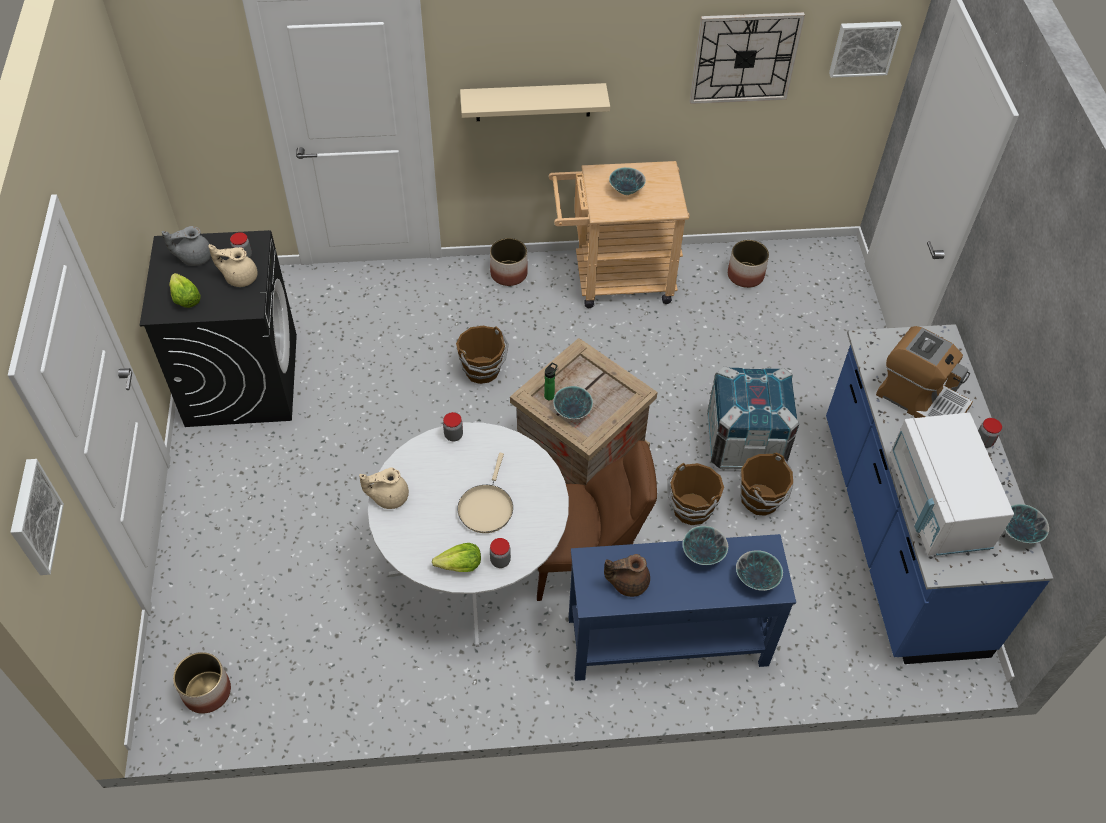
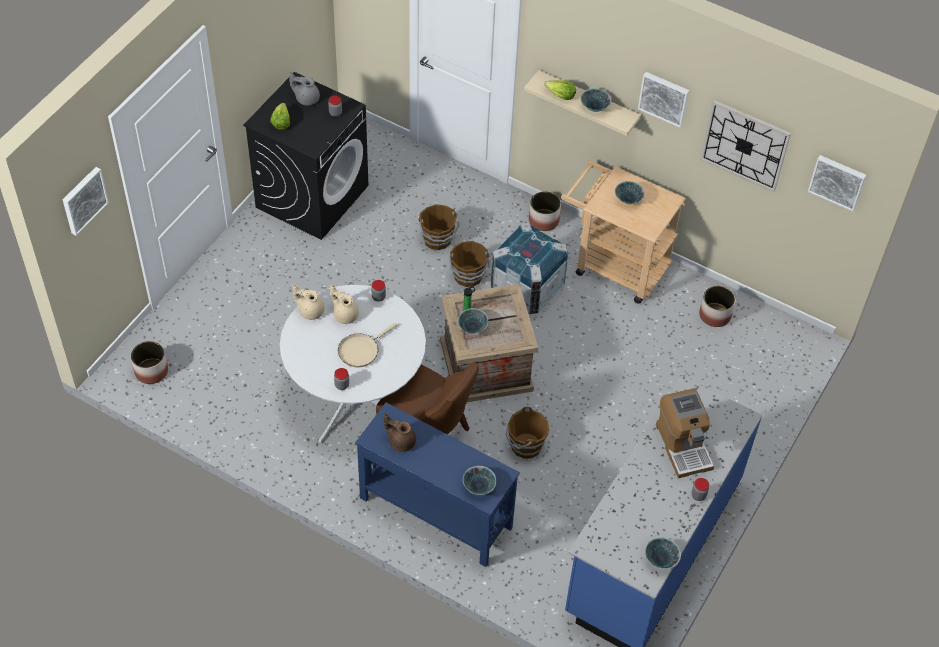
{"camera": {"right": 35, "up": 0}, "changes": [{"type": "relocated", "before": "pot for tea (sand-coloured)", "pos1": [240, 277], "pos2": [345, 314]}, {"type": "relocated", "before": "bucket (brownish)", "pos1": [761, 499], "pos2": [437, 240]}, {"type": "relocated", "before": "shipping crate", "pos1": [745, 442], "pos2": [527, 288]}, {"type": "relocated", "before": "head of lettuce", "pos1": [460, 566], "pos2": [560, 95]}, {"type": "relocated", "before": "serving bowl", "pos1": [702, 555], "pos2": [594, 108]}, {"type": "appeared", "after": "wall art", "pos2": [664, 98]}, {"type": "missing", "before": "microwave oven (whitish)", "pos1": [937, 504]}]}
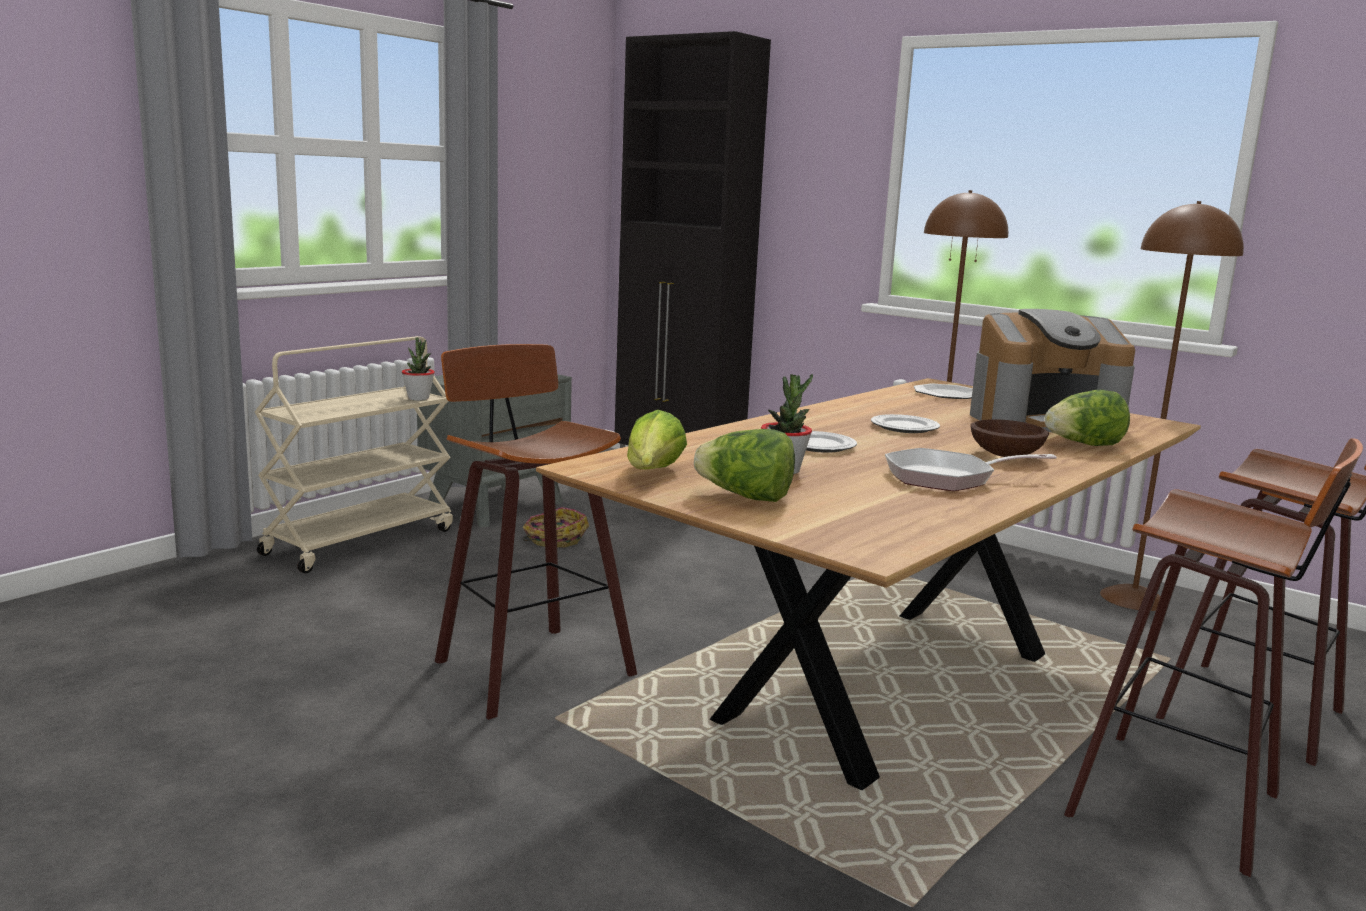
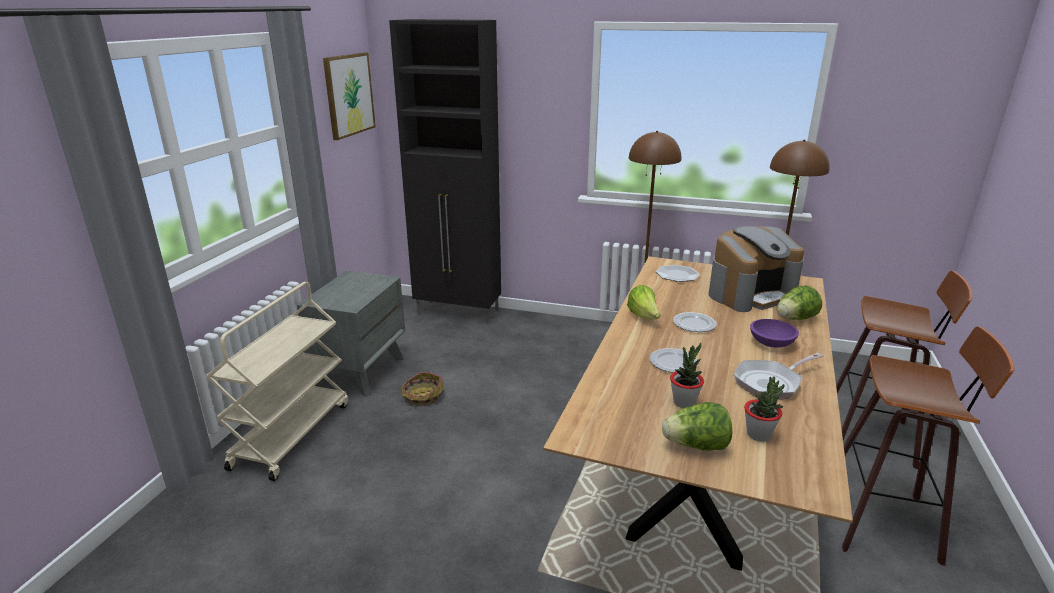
{"camera": {"right": -20, "up": 10}, "changes": [{"type": "appeared", "after": "wall art", "pos2": [349, 95]}, {"type": "relocated", "before": "head of lettuce", "pos1": [653, 473], "pos2": [644, 317]}, {"type": "relocated", "before": "potted plant", "pos1": [418, 398], "pos2": [758, 435]}, {"type": "colour", "before": "serving bowl (brownish)", "after": "serving bowl (purplish)", "pos1": [1006, 454], "pos2": [771, 343]}, {"type": "missing", "before": "stool seat", "pos1": [527, 667]}]}
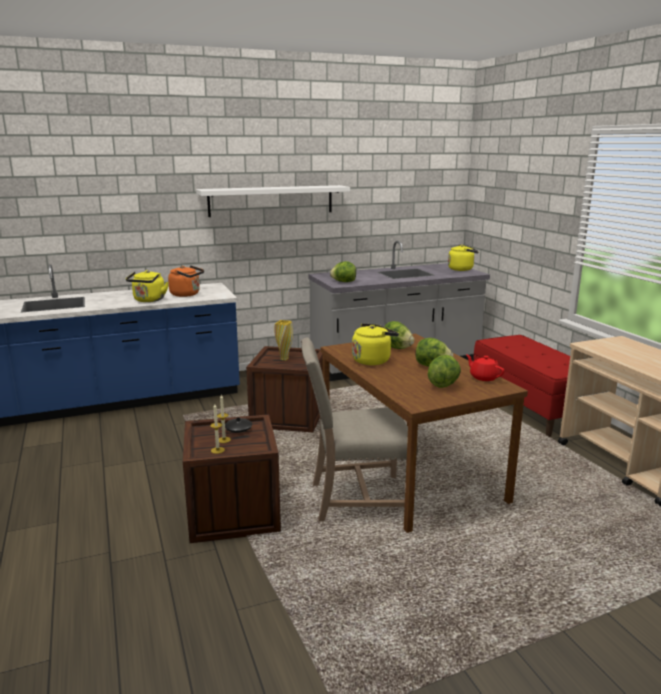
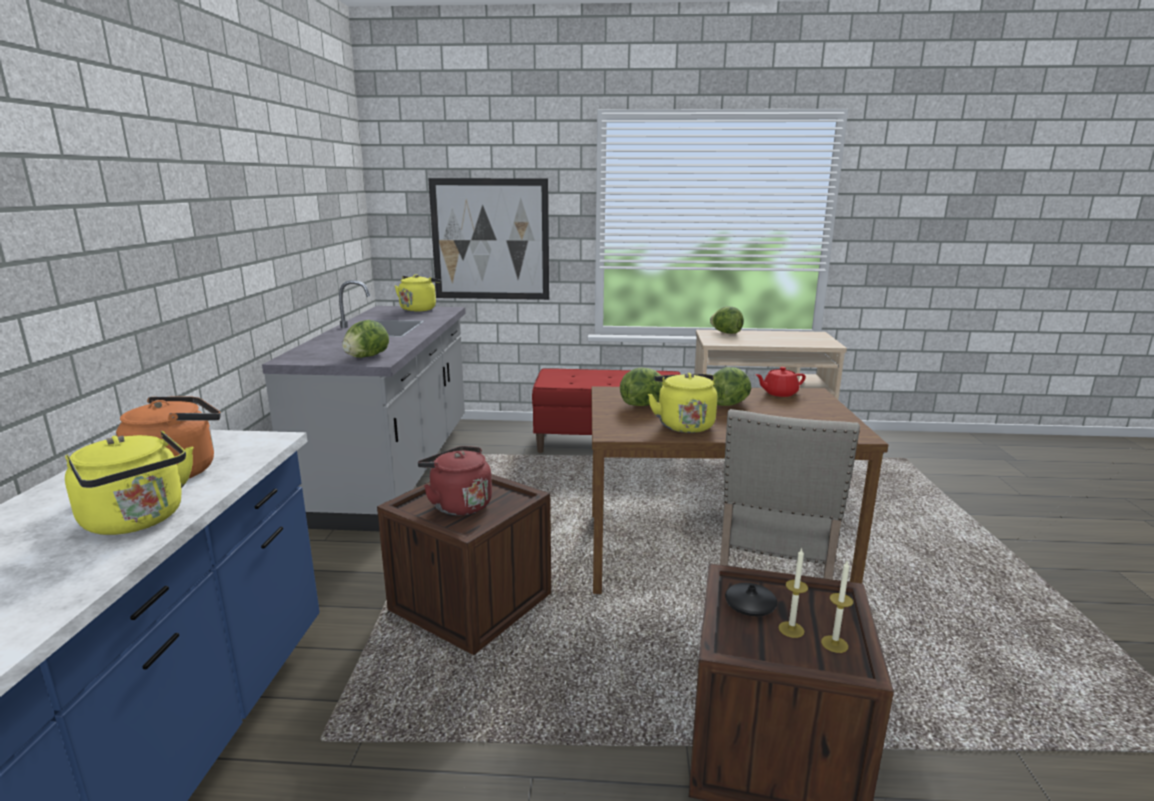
{"camera": {"right": -65, "up": 0}, "changes": [{"type": "exchanged", "before": "vase (yellow-coloured)", "after": "water kettle (red-coloured)", "pos1": [284, 359], "pos2": [458, 504]}, {"type": "appeared", "after": "wall art", "pos2": [490, 240]}, {"type": "relocated", "before": "head of lettuce", "pos1": [443, 385], "pos2": [726, 333]}, {"type": "missing", "before": "wall shelf (whitish)", "pos1": [271, 200]}]}
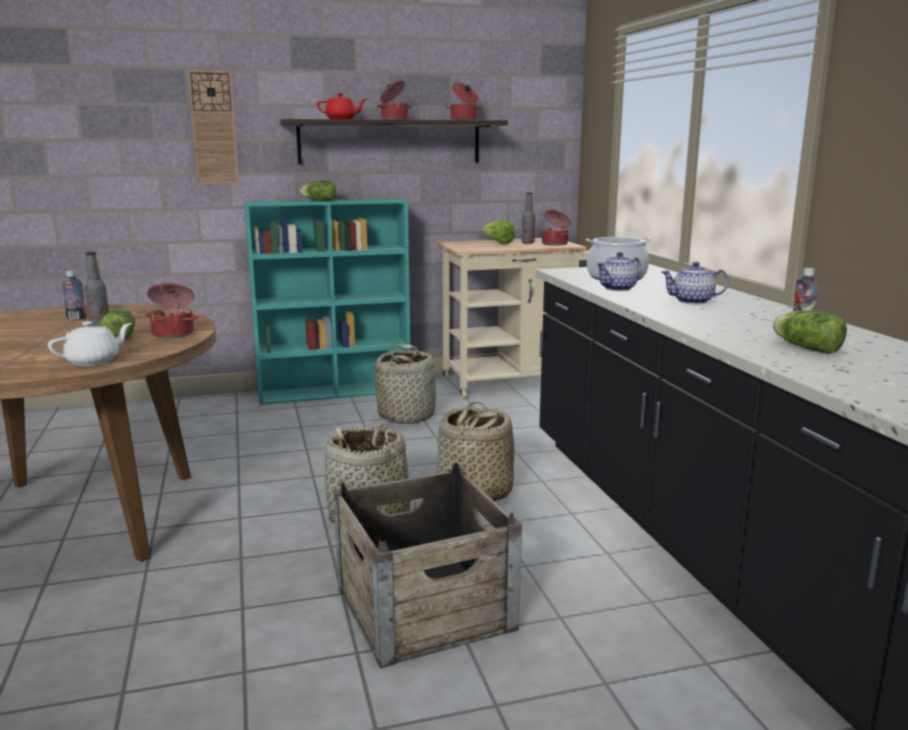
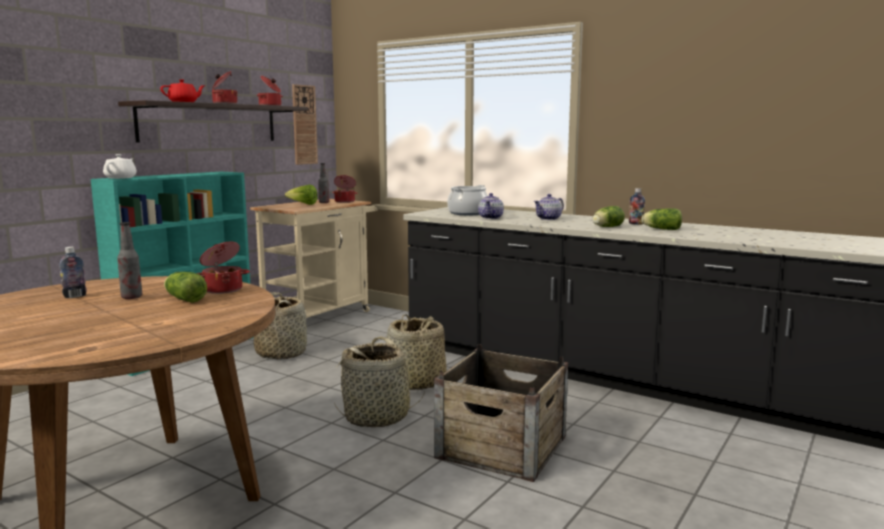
{"camera": {"right": -40, "up": -5}, "changes": [{"type": "relocated", "before": "pot for tea (whitish)", "pos1": [94, 361], "pos2": [121, 178]}, {"type": "relocated", "before": "wall clock", "pos1": [214, 128], "pos2": [304, 125]}, {"type": "relocated", "before": "head of lettuce", "pos1": [318, 200], "pos2": [606, 227]}]}
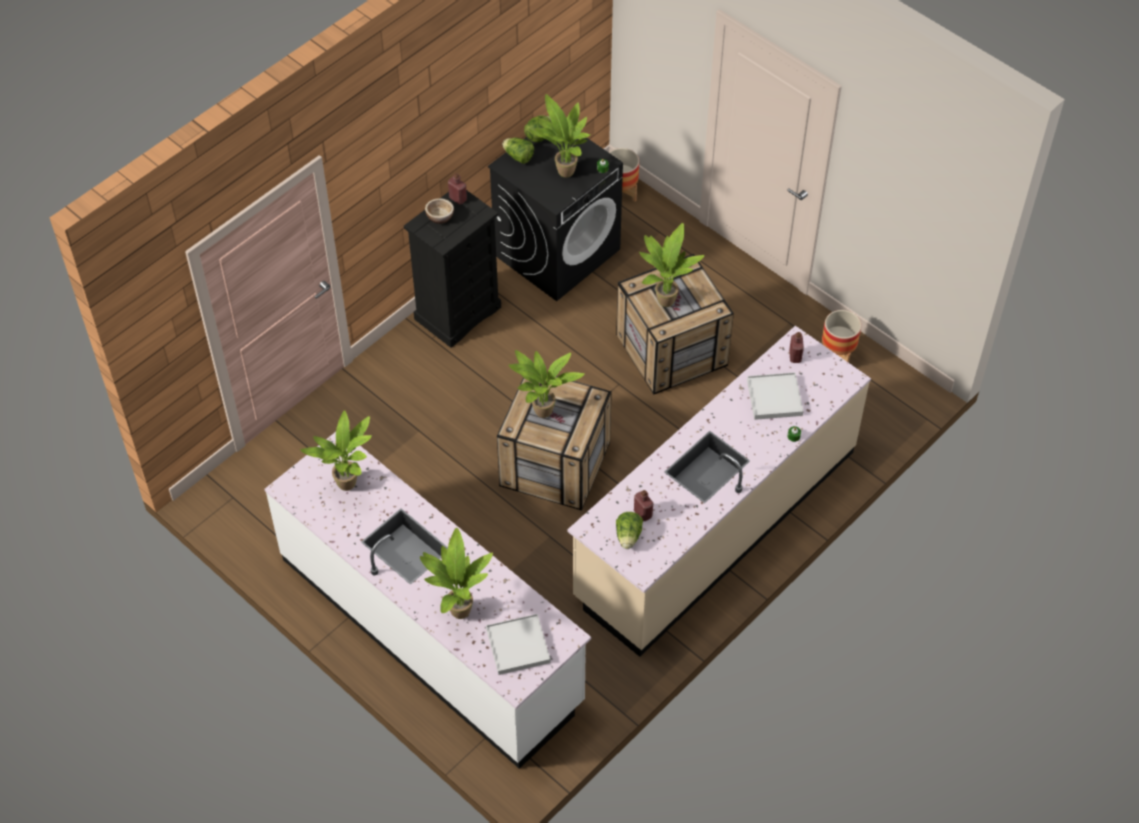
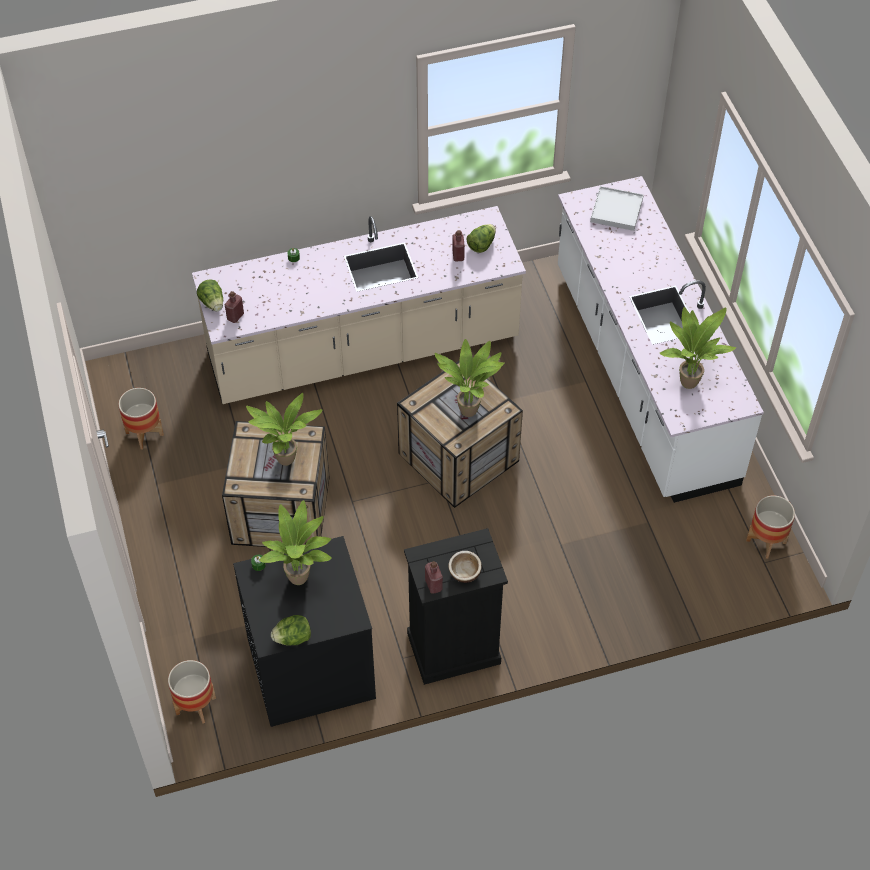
{"camera": {"right": -150, "up": 0}, "changes": [{"type": "relocated", "before": "head of lettuce", "pos1": [518, 157], "pos2": [213, 303]}, {"type": "appeared", "after": "plant pot", "pos2": [766, 542]}, {"type": "missing", "before": "potted plant", "pos1": [457, 611]}, {"type": "missing", "before": "serving tray (whitish)", "pos1": [774, 398]}]}
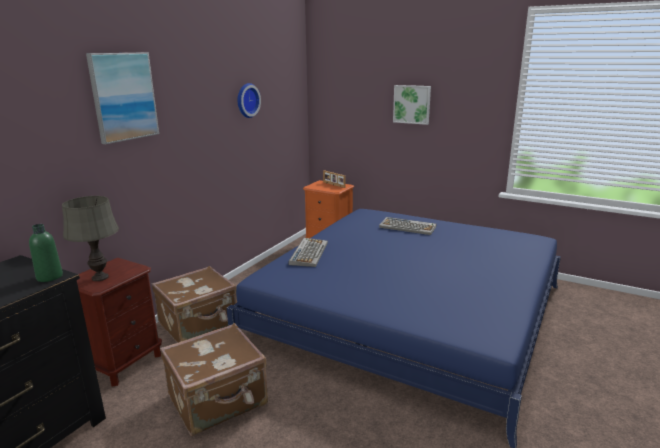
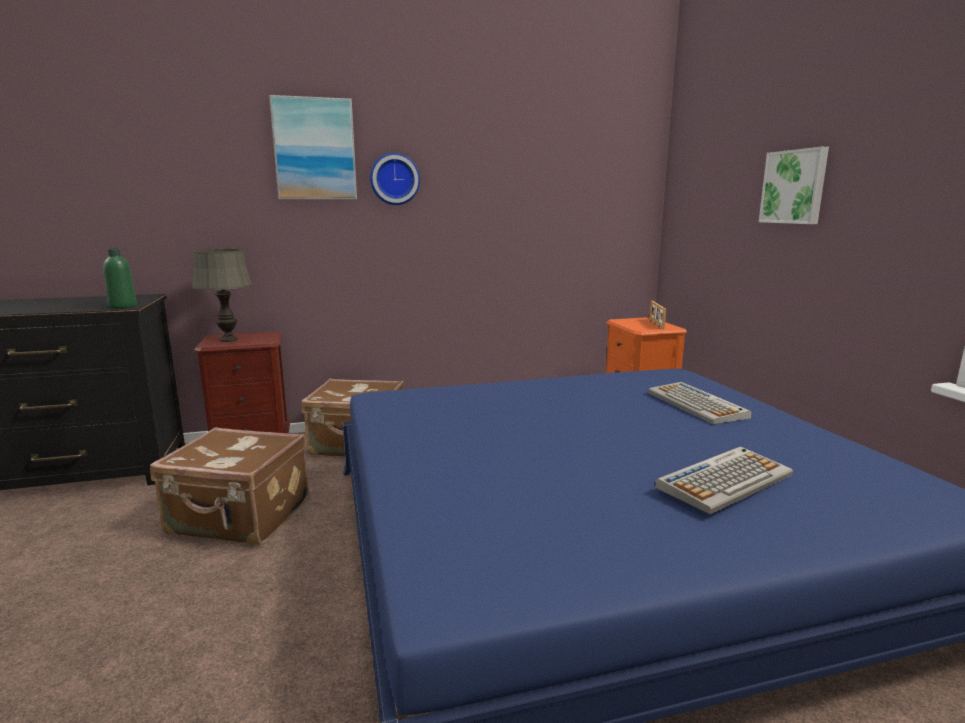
{"camera": {"right": 45, "up": -5}, "changes": [{"type": "relocated", "before": "wall clock", "pos1": [246, 100], "pos2": [394, 179]}, {"type": "relocated", "before": "keyboard", "pos1": [308, 253], "pos2": [725, 480]}]}
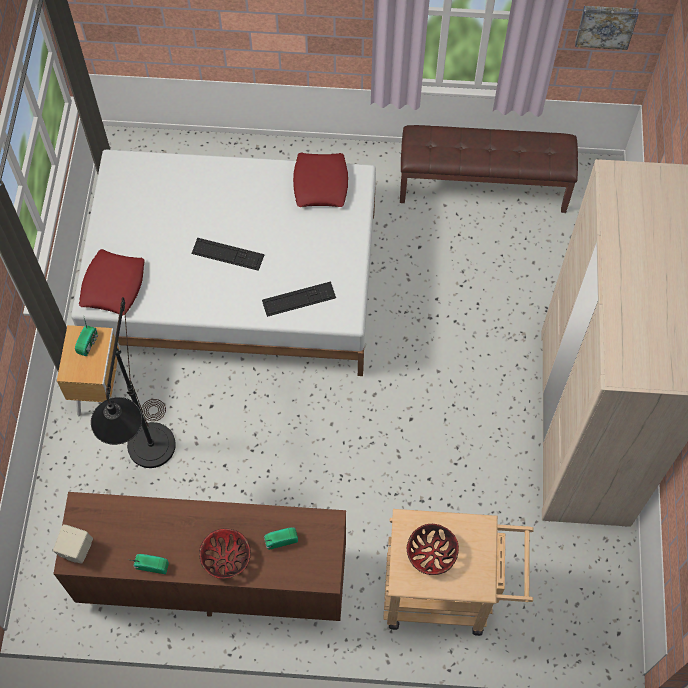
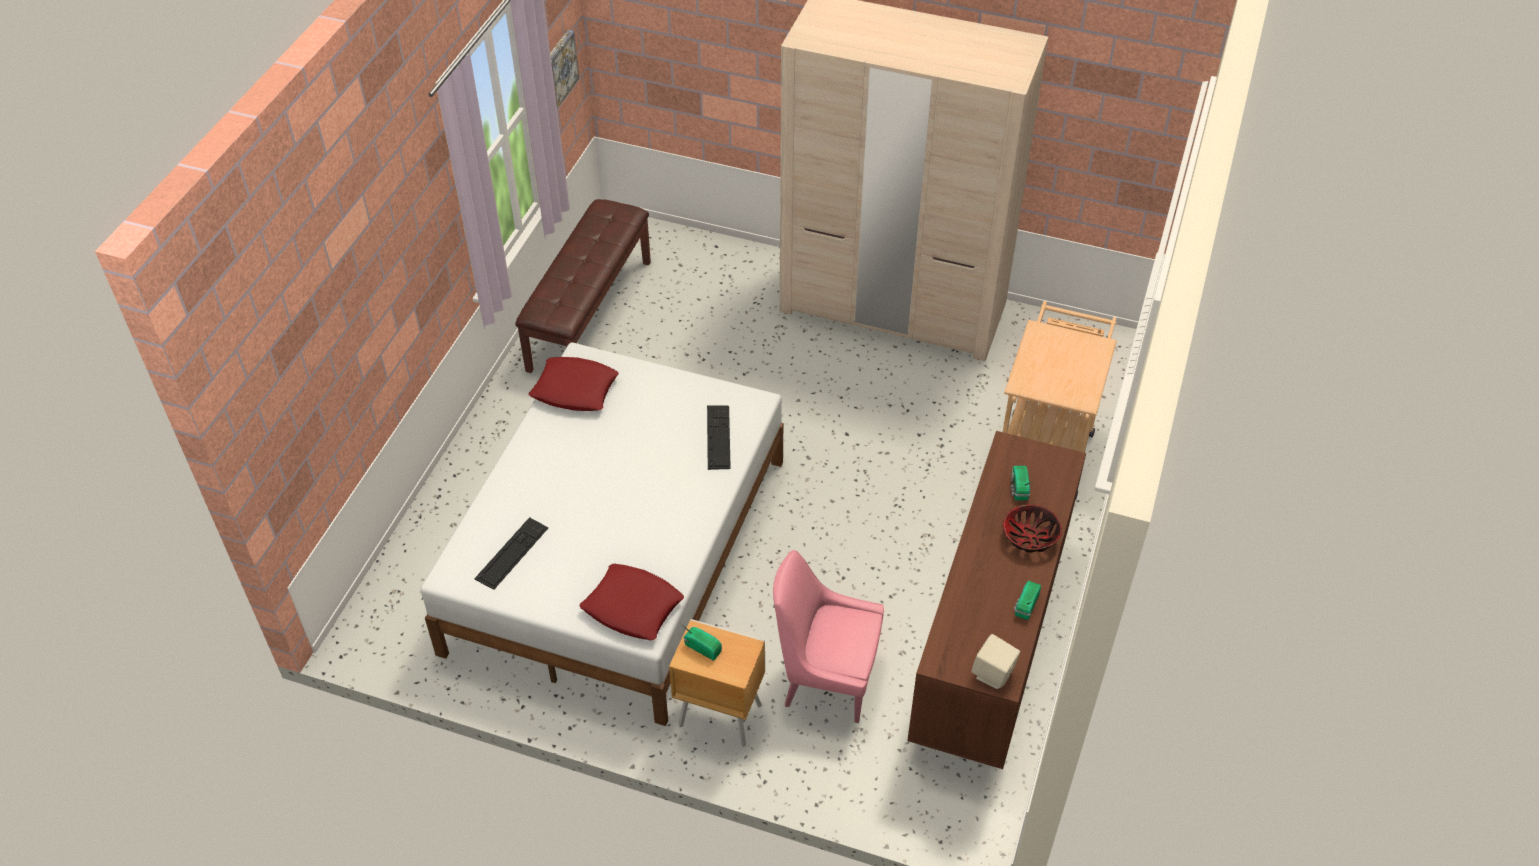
{"camera": {"right": -75, "up": -15}, "changes": [{"type": "relocated", "before": "keyboard", "pos1": [227, 254], "pos2": [512, 553]}, {"type": "exchanged", "before": "standard lamp (black)", "after": "chair (pink-coloured)", "pos1": [150, 459], "pos2": [826, 678]}, {"type": "missing", "before": "serving bowl", "pos1": [431, 554]}]}
